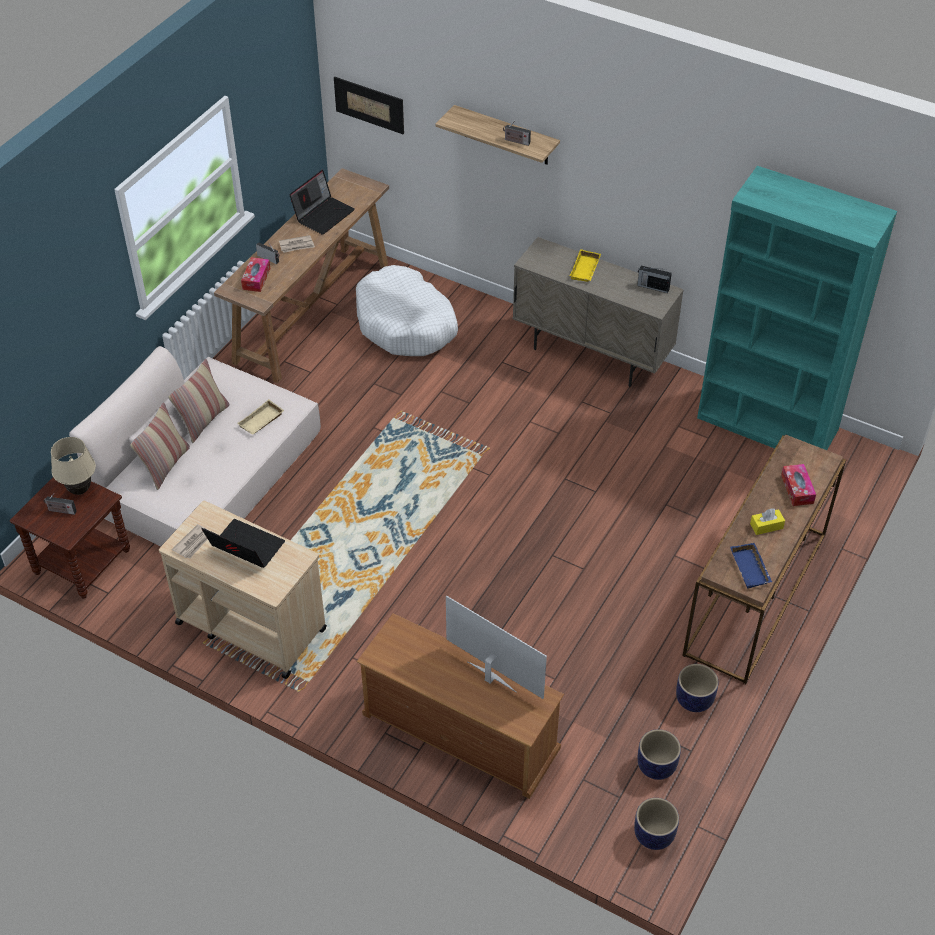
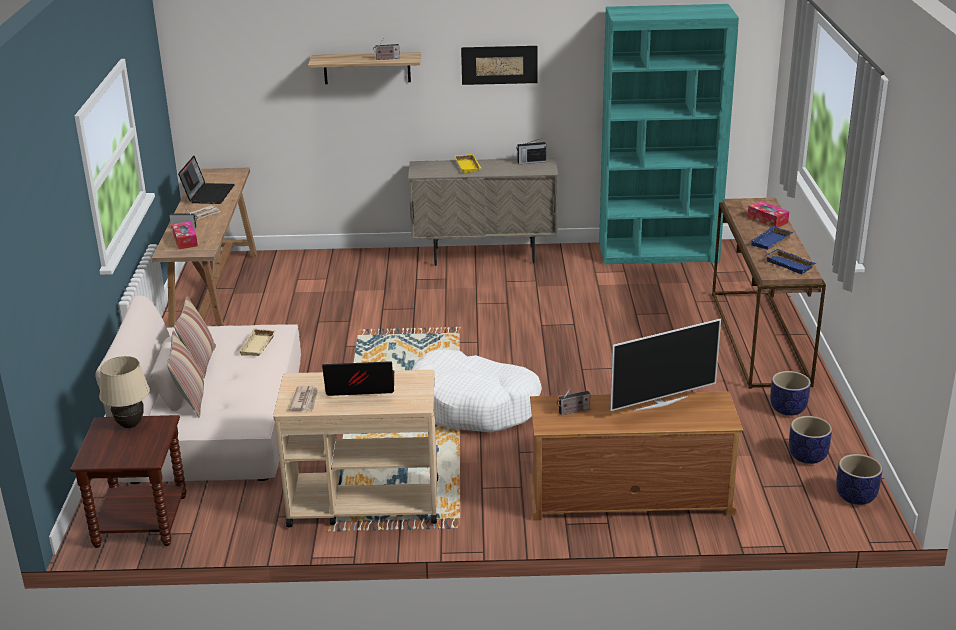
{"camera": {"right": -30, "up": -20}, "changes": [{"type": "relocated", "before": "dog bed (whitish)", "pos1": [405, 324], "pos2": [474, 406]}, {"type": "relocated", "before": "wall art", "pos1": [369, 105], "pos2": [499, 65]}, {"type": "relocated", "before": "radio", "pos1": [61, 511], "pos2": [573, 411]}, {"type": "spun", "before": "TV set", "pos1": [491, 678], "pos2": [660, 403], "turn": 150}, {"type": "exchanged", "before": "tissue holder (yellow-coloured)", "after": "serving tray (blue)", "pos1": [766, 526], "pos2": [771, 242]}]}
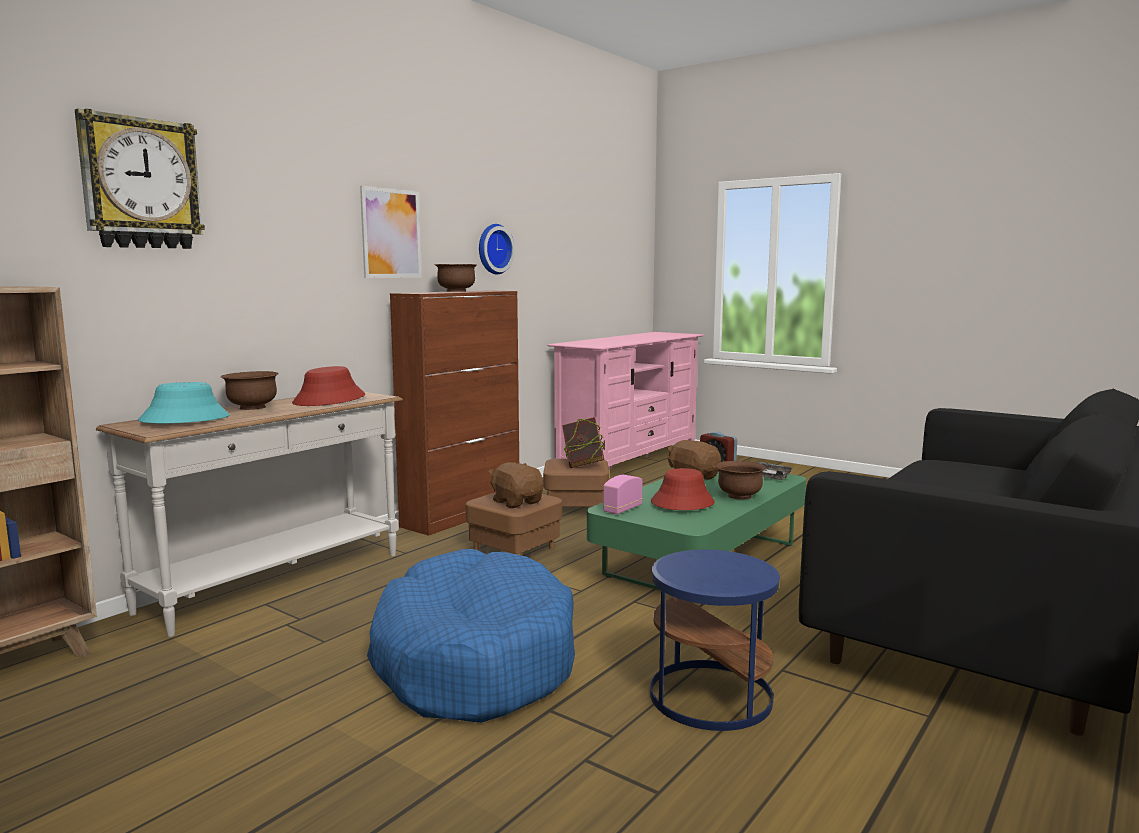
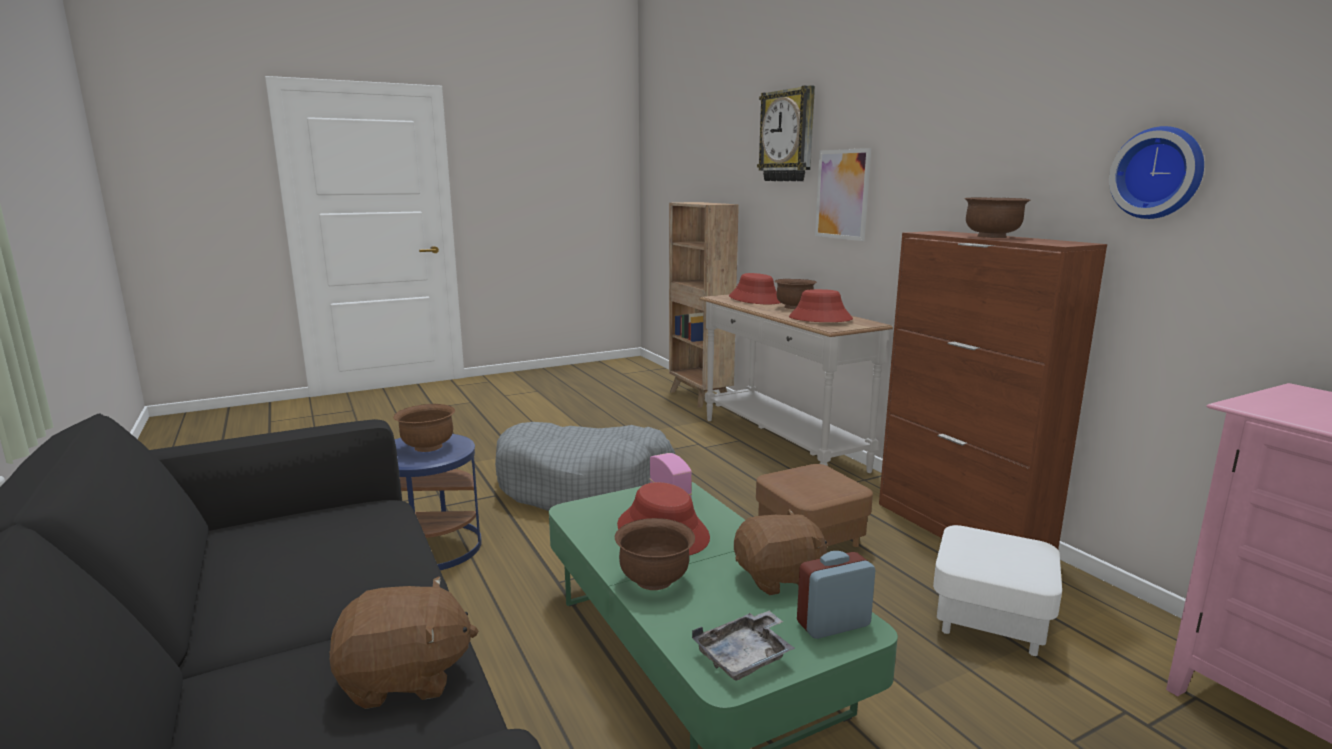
{"camera": {"right": 115, "up": 5}, "changes": [{"type": "relocated", "before": "plush toy (brownish)", "pos1": [517, 502], "pos2": [405, 678]}, {"type": "appeared", "after": "serving bowl (brownish)", "pos2": [427, 447]}, {"type": "colour", "before": "dog bed (blue)", "after": "dog bed (greyish)", "pos1": [473, 660], "pos2": [584, 485]}, {"type": "colour", "before": "clothing hat (turquoise)", "after": "clothing hat (red-coloured)", "pos1": [185, 419], "pos2": [755, 299]}, {"type": "relocated", "before": "wall art", "pos1": [391, 233], "pos2": [842, 194]}, {"type": "colour", "before": "ottoman (brownish)", "after": "ottoman (whitish)", "pos1": [576, 507], "pos2": [989, 621]}, {"type": "missing", "before": "volume", "pos1": [583, 465]}]}
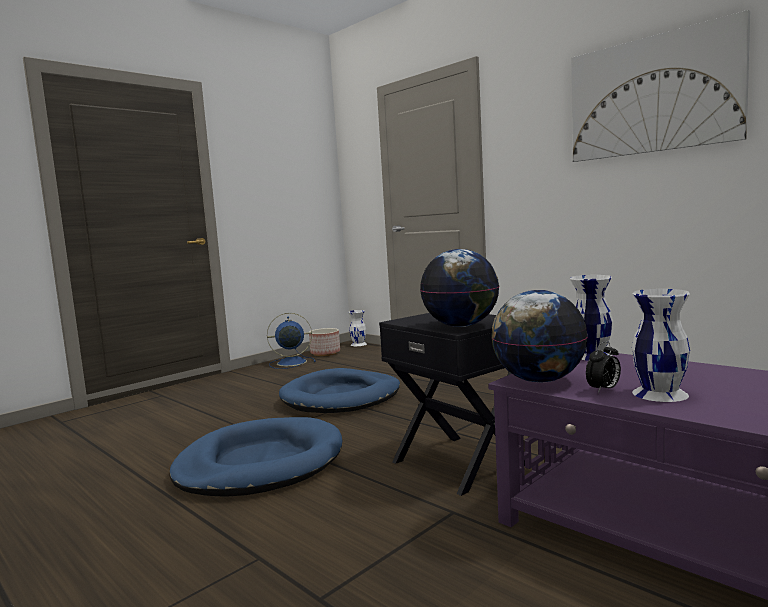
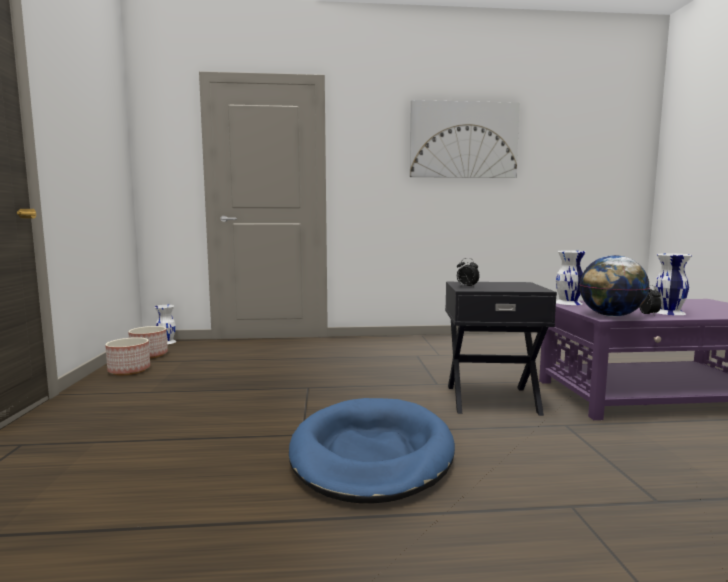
{"camera": {"right": -50, "up": 0}, "changes": [{"type": "exchanged", "before": "cooling fan (blue)", "after": "plant pot", "pos1": [290, 363], "pos2": [129, 370]}, {"type": "appeared", "after": "alarm clock", "pos2": [466, 287]}, {"type": "missing", "before": "dog bed (blue)", "pos1": [341, 397]}, {"type": "missing", "before": "globe", "pos1": [461, 326]}]}
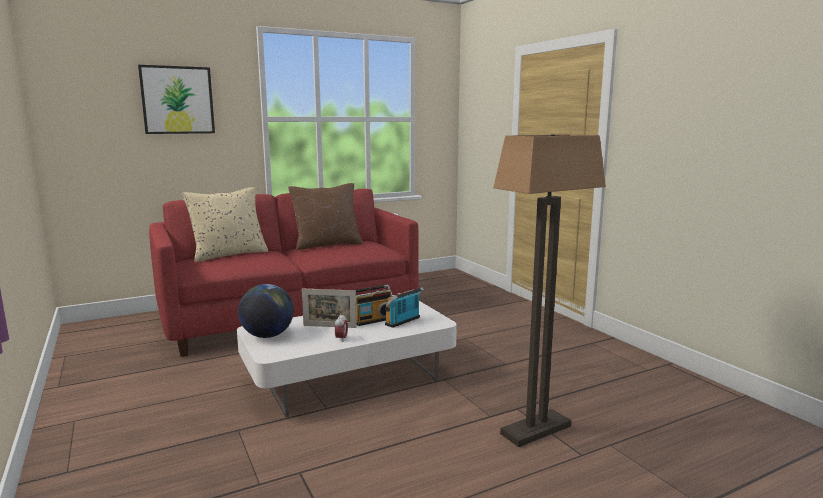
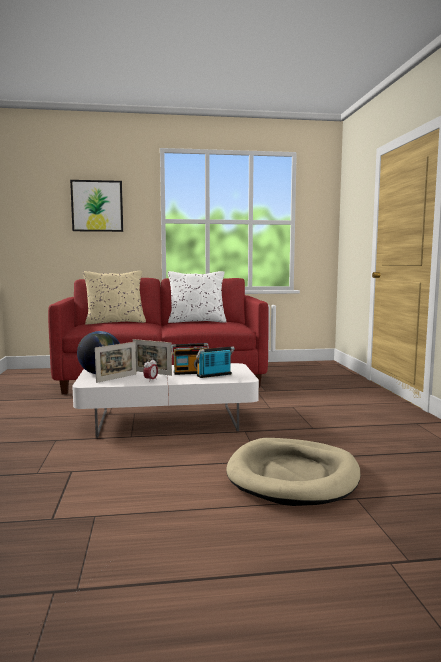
{"camera": {"right": 20, "up": -5}, "changes": [{"type": "appeared", "after": "standing frame", "pos2": [116, 378]}, {"type": "colour", "before": "throw pillow (brownish)", "after": "throw pillow (whitish)", "pos1": [327, 245], "pos2": [197, 321]}, {"type": "exchanged", "before": "standard lamp", "after": "dog bed (sand-coloured)", "pos1": [536, 429], "pos2": [293, 476]}]}
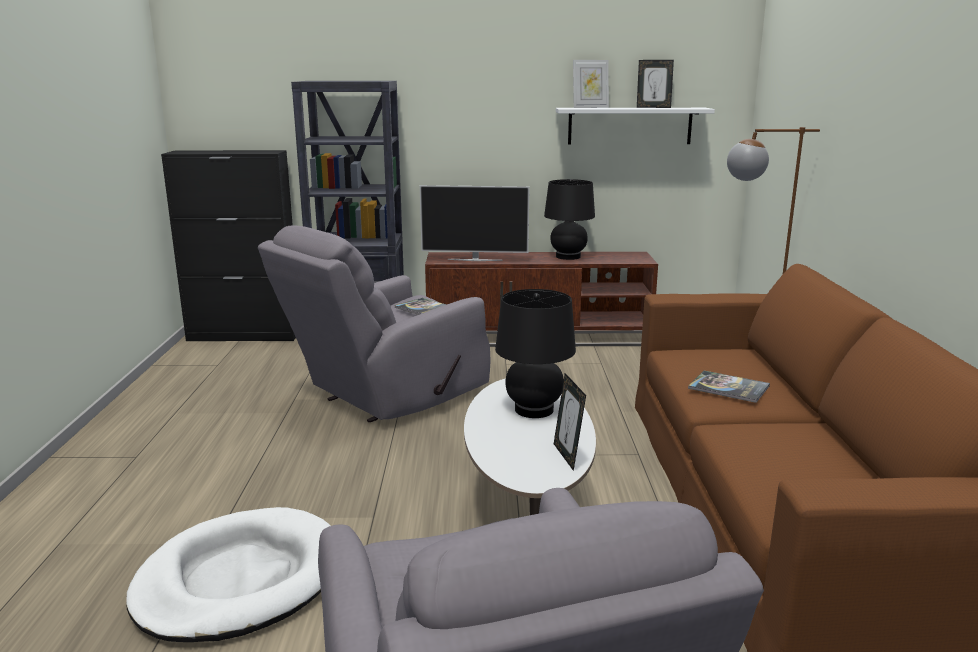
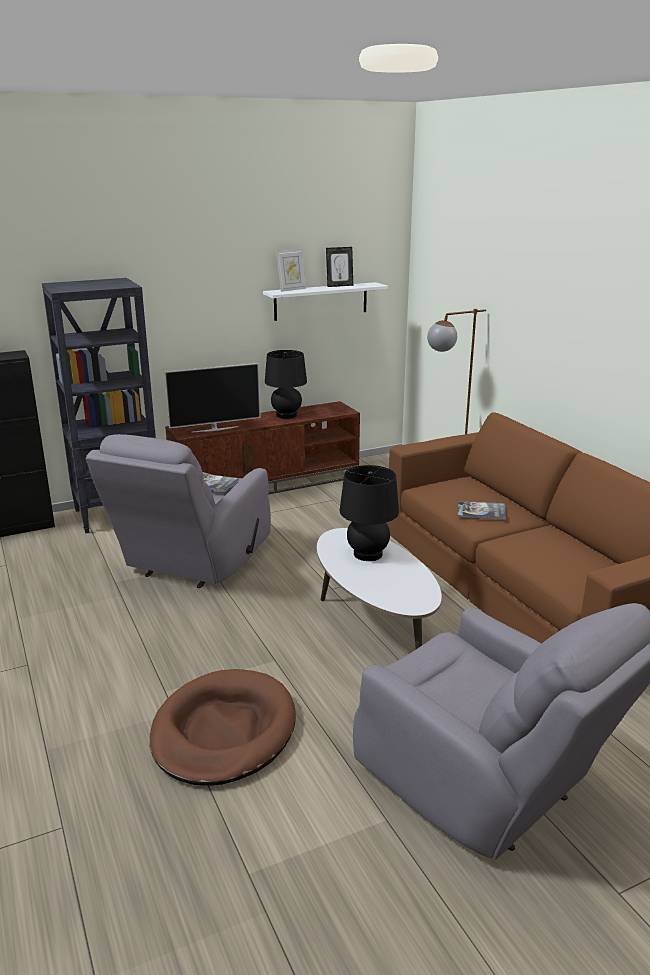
{"camera": {"right": -25, "up": 5}, "changes": [{"type": "colour", "before": "dog bed (whitish)", "after": "dog bed (brownish)", "pos1": [239, 580], "pos2": [223, 731]}, {"type": "missing", "before": "standing frame", "pos1": [567, 456]}]}
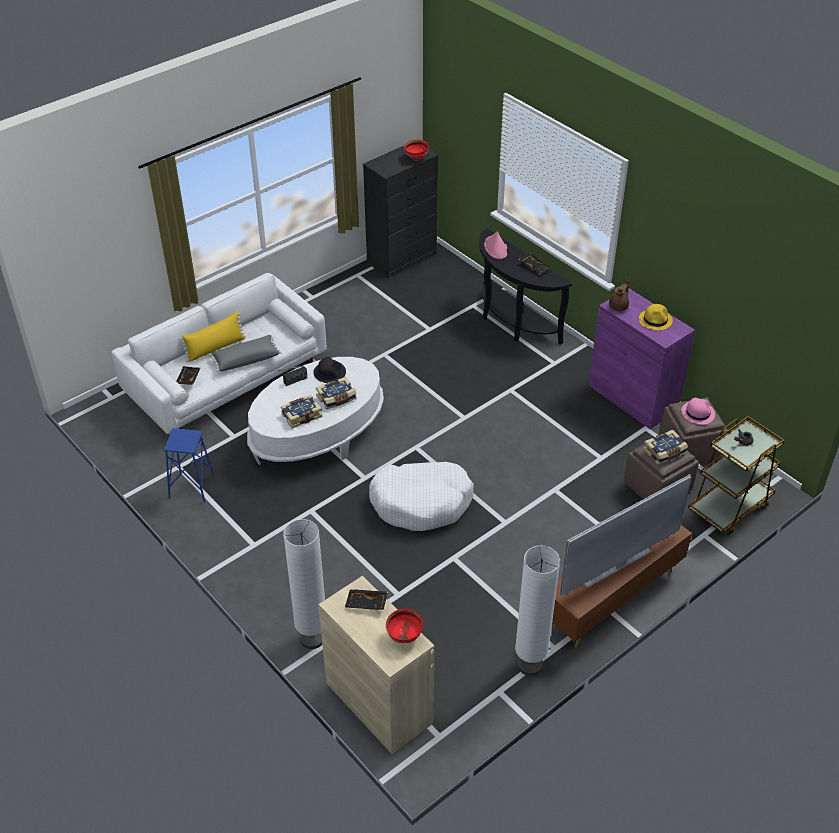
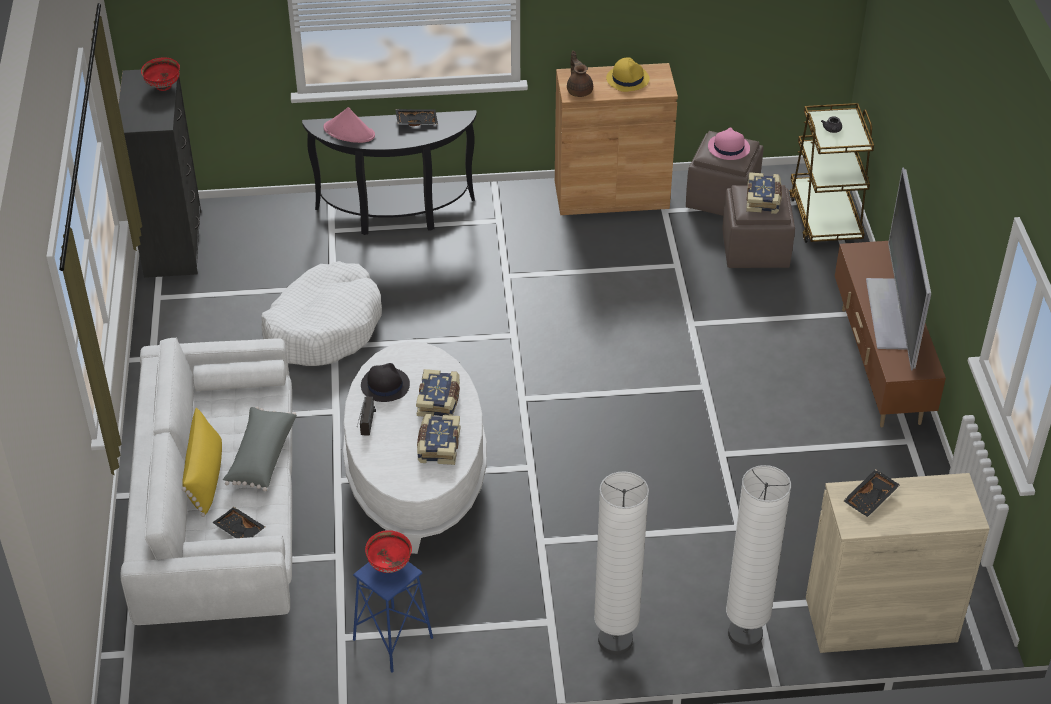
{"camera": {"right": -55, "up": 0}, "changes": [{"type": "relocated", "before": "dog bed (whitish)", "pos1": [421, 502], "pos2": [324, 327]}, {"type": "relocated", "before": "serving bowl (red-coloured)", "pos1": [404, 636], "pos2": [390, 565]}, {"type": "colour", "before": "cupboard (purplish)", "after": "cupboard (brownish)", "pos1": [632, 397], "pos2": [611, 194]}, {"type": "relocated", "before": "standard lamp (whitish)", "pos1": [529, 665], "pos2": [615, 641]}]}
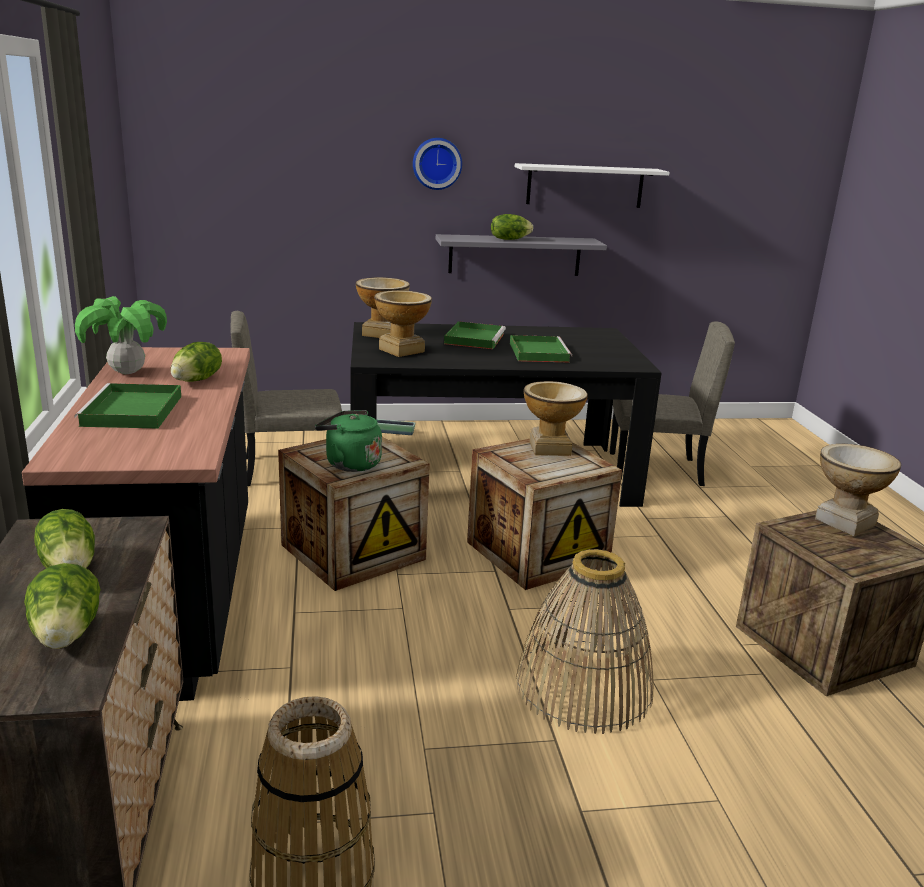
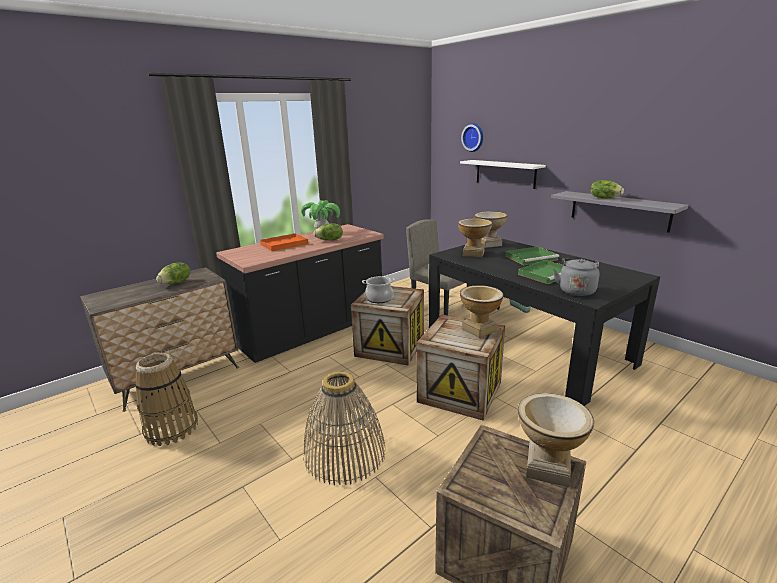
{"camera": {"right": 60, "up": 0}, "changes": [{"type": "colour", "before": "serving tray (greenish)", "after": "serving tray (orange)", "pos1": [132, 411], "pos2": [283, 244]}, {"type": "exchanged", "before": "water kettle (greenish)", "after": "cooking pot", "pos1": [349, 464], "pos2": [379, 298]}, {"type": "relocated", "before": "wall shelf (whitish)", "pos1": [585, 186], "pos2": [505, 173]}, {"type": "relocated", "before": "wall clock", "pos1": [436, 163], "pos2": [473, 137]}, {"type": "appeared", "after": "water kettle (greyish)", "pos2": [576, 290]}, {"type": "missing", "before": "head of lettuce", "pos1": [66, 636]}, {"type": "missing", "before": "chair (sand-coloured)", "pos1": [655, 469]}]}
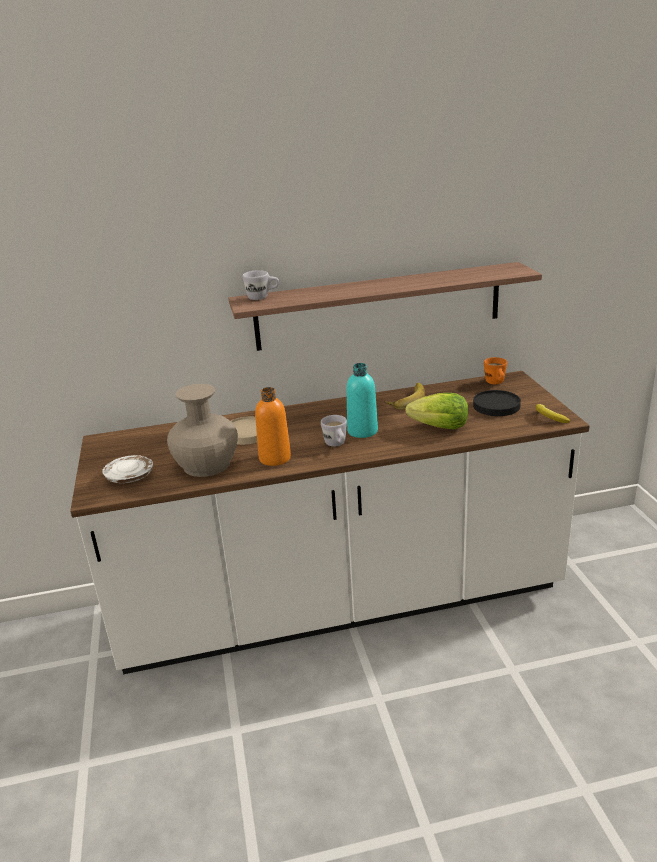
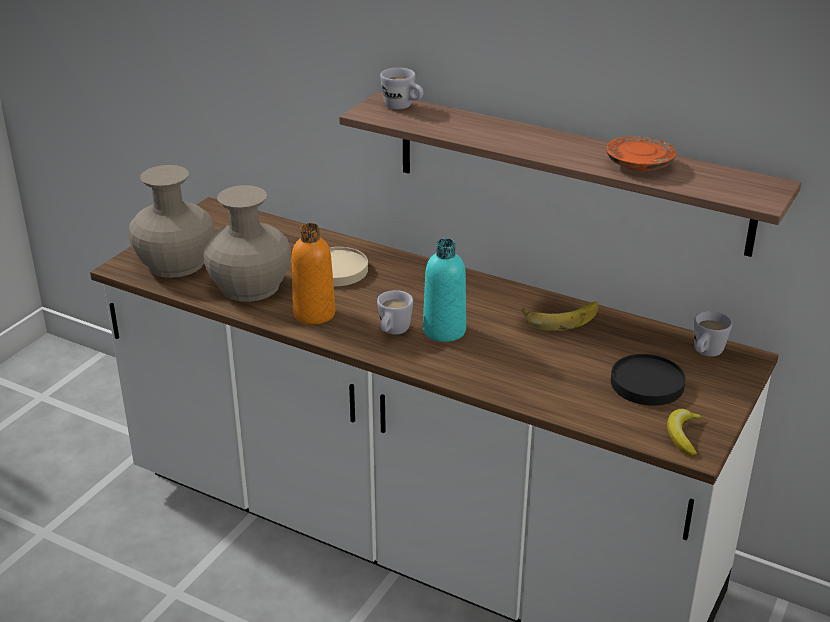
{"camera": {"right": 40, "up": 5}, "changes": [{"type": "exchanged", "before": "plate (whitish)", "after": "vase (sand-coloured)", "pos1": [129, 477], "pos2": [175, 263]}, {"type": "appeared", "after": "plate (orange)", "pos2": [639, 164]}, {"type": "colour", "before": "mug (orange)", "after": "mug (whitish)", "pos1": [496, 383], "pos2": [705, 353]}, {"type": "missing", "before": "head of lettuce", "pos1": [440, 427]}]}
